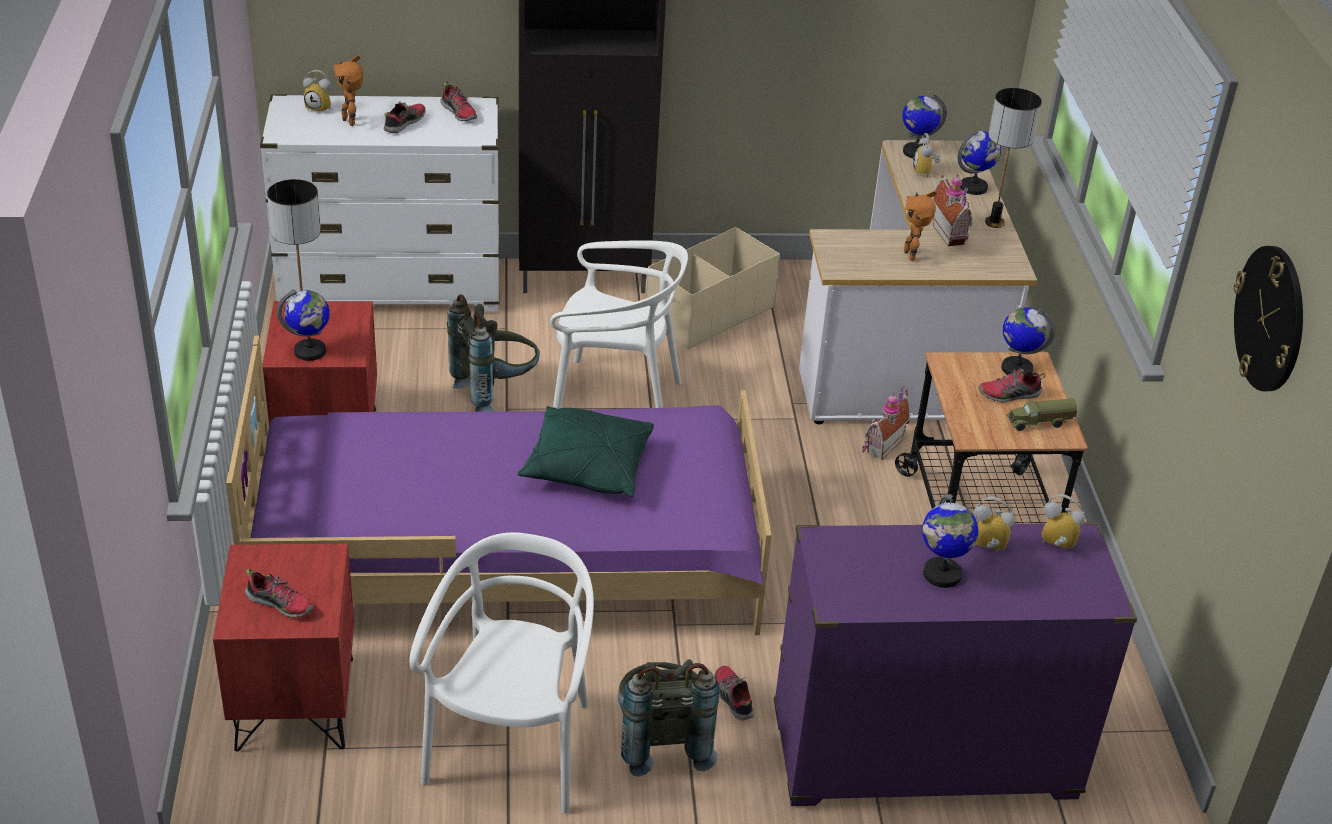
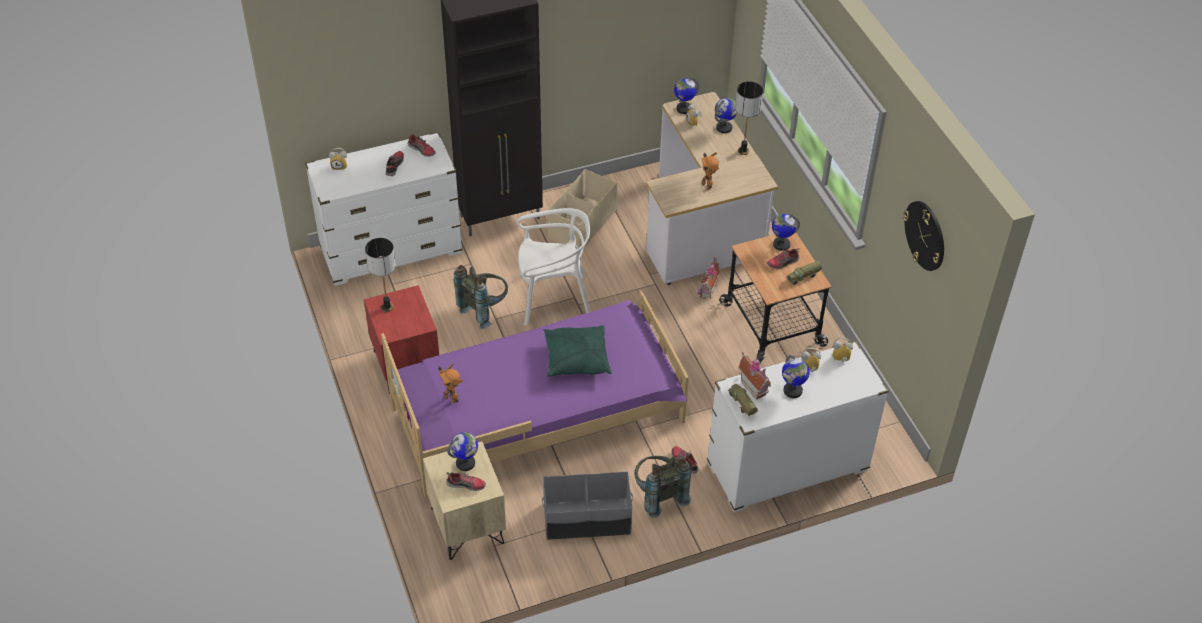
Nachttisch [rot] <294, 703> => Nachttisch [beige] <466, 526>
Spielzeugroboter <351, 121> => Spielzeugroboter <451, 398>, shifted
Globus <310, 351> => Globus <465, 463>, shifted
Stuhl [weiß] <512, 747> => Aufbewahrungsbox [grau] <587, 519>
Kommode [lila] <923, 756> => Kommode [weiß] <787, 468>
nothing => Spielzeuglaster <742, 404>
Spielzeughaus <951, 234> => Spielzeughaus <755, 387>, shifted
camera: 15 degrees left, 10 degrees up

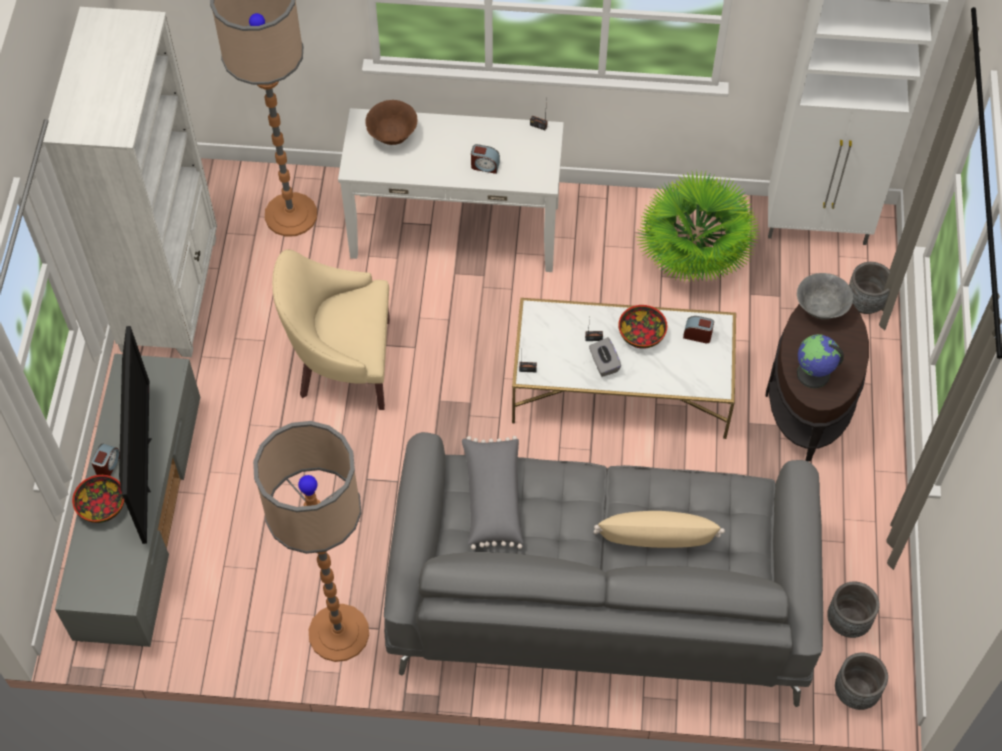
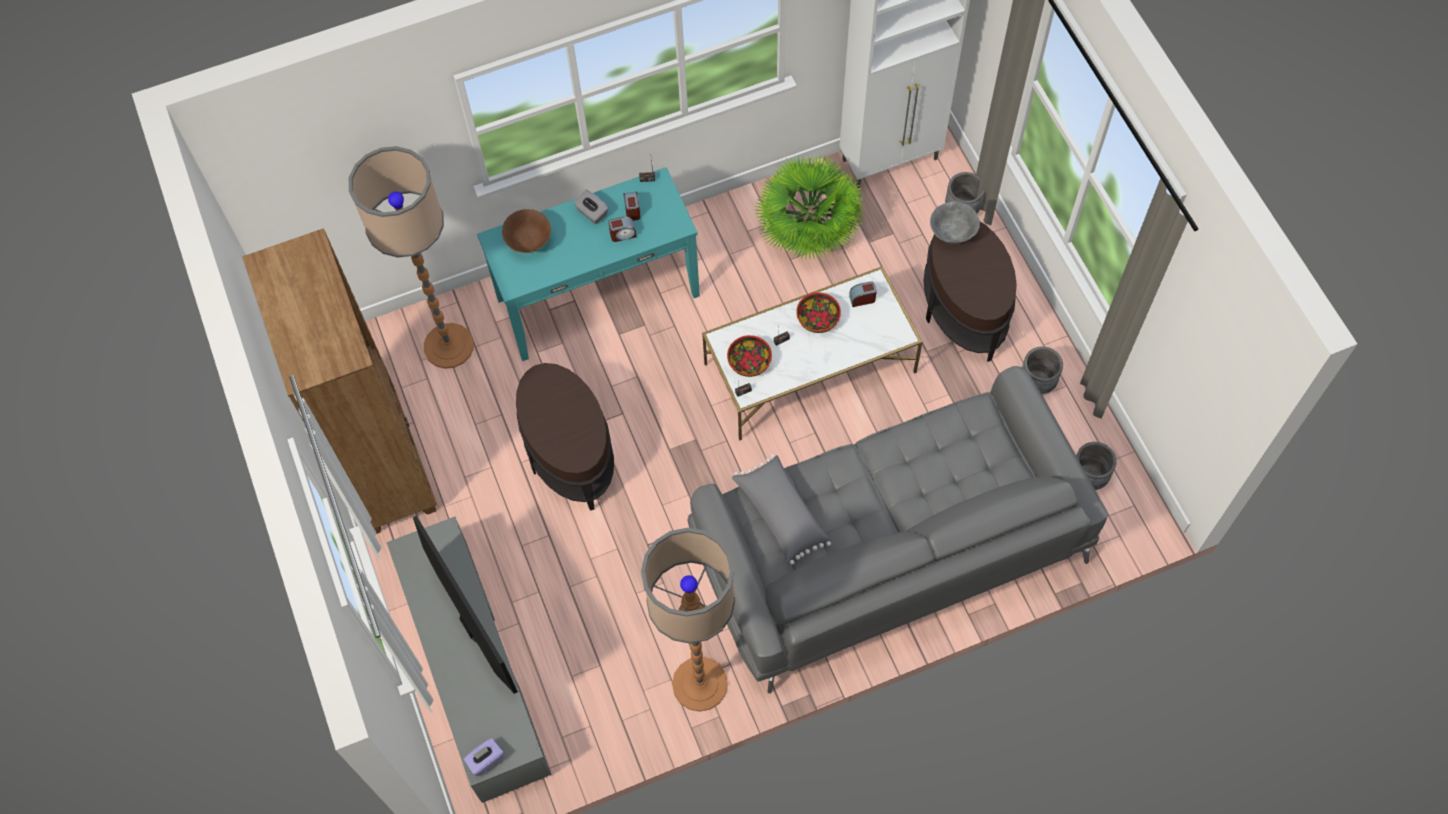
Bücherregal [weiß] <171, 293> => Bücherregal [braun] <384, 463>
nothing => Taschentuchbox [lila] <485, 760>
Konsolentisch [weiß] <455, 230> => Konsolentisch [türkis] <598, 296>
Sessel [beige] <343, 363> => Beistelltisch [braun] <570, 455>
Taschentuchbox [grau] <604, 363> => Taschentuchbox [grau] <592, 213>, shifted
Wecker <108, 464> => Wecker <632, 210>, shifted
Schüssel <103, 506> => Schüssel <750, 362>, shifted
Pflanzkübel [grau] <855, 692> => Pflanzkübel [grau] <1037, 382>, shifted
Kissen [beige] <656, 539> => nothing
Globus <813, 374> => nothing
camera: 25 degrees left, 5 degrees up

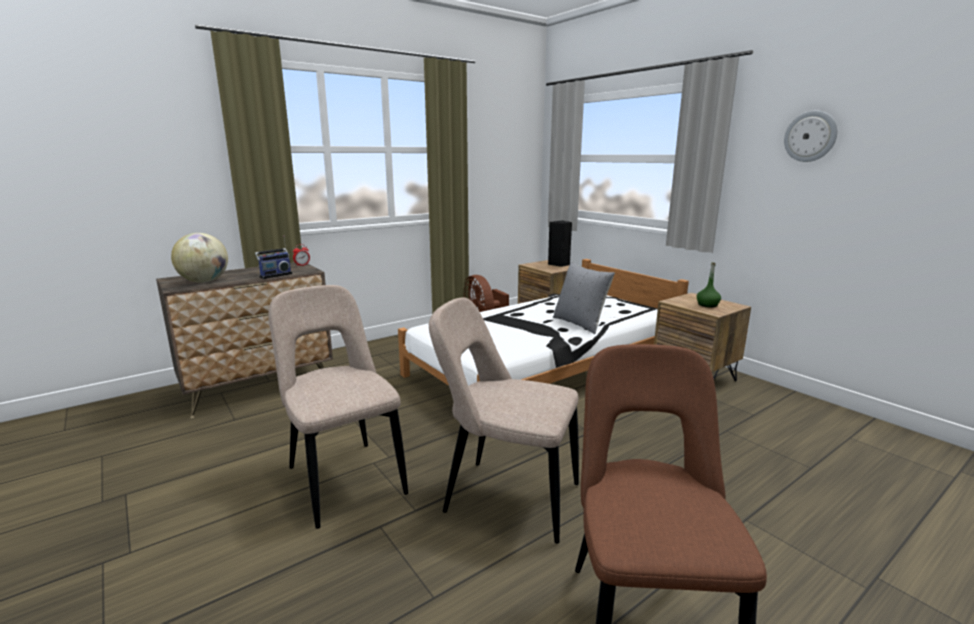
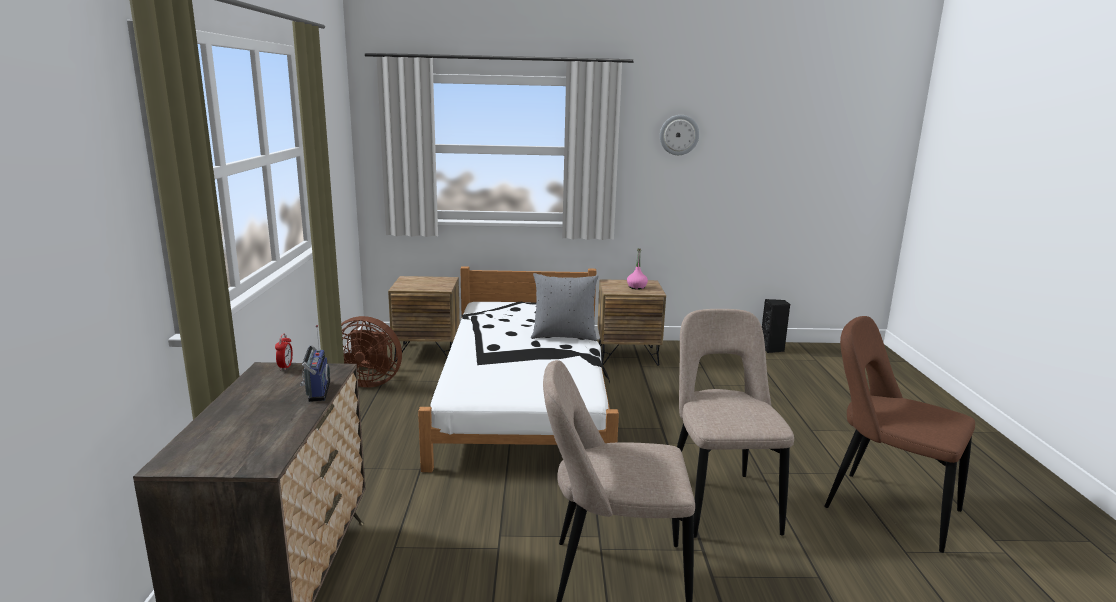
Flasche [grün] <707, 305> => Flasche [rosa] <636, 287>
Stuhl [beige] <505, 497> => Stuhl [beige] <720, 500>, 120 degrees clockwise
Lautsprecher [schwarz] <559, 264> => Lautsprecher [schwarz] <772, 349>, shifted
Globus <204, 281> => nothing
camera: 55 degrees left, 0 degrees up

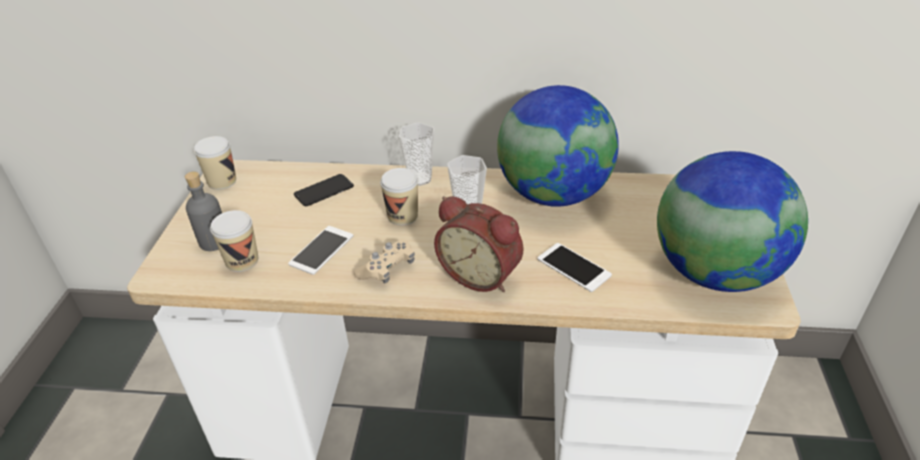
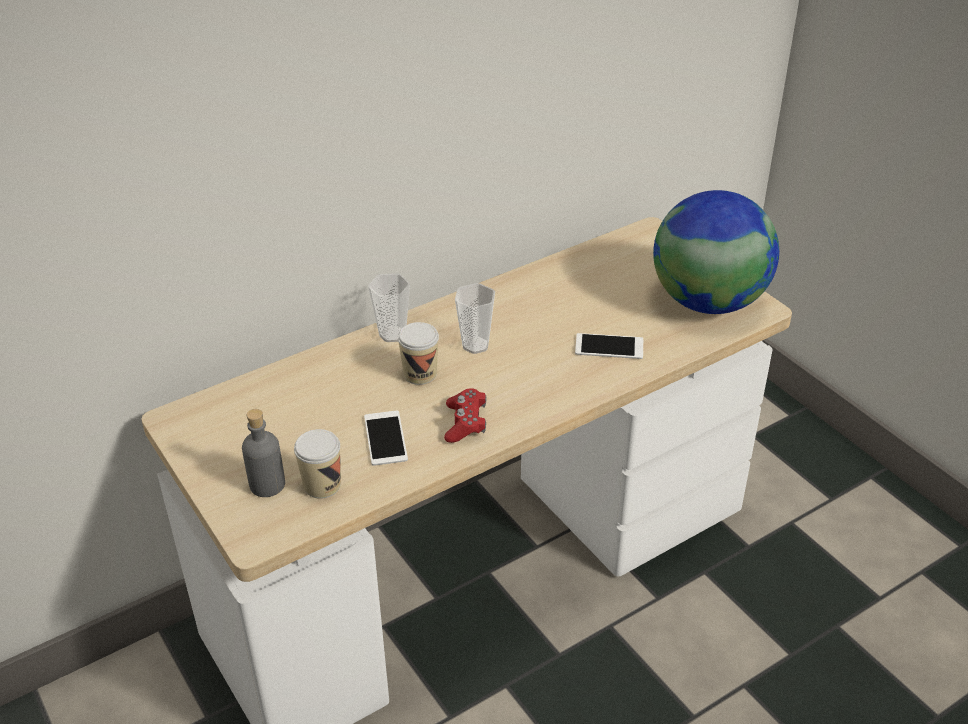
Gamepad [beige] <387, 269> => Gamepad [rot] <465, 423>
Tasse <222, 181> => nothing
Handy <324, 191> => nothing
Wecker <481, 274> => nothing
Globus <553, 194> => nothing
camera: 40 degrees left, 0 degrees up

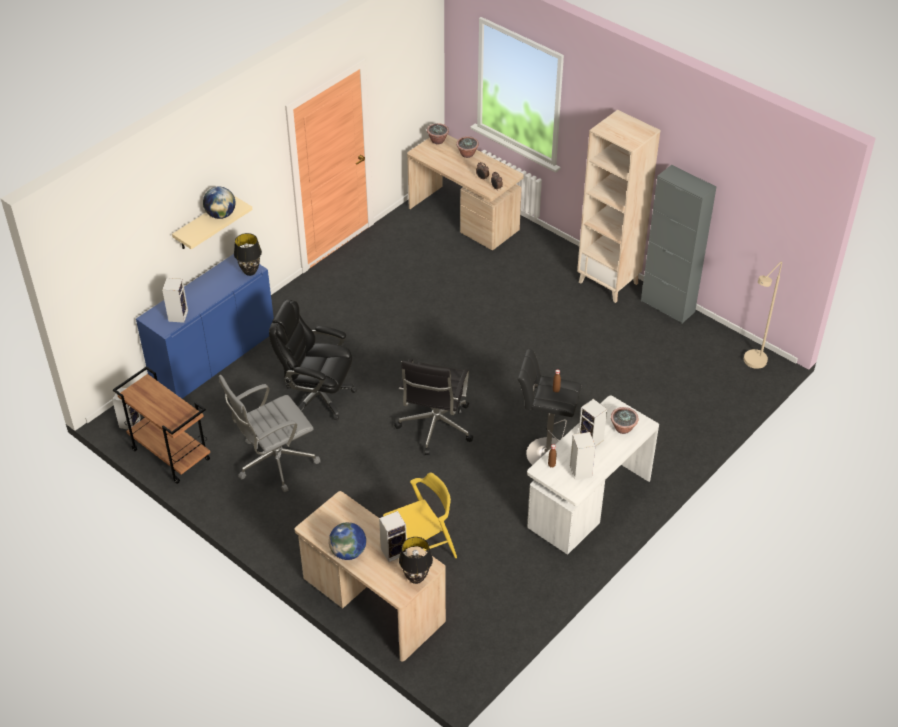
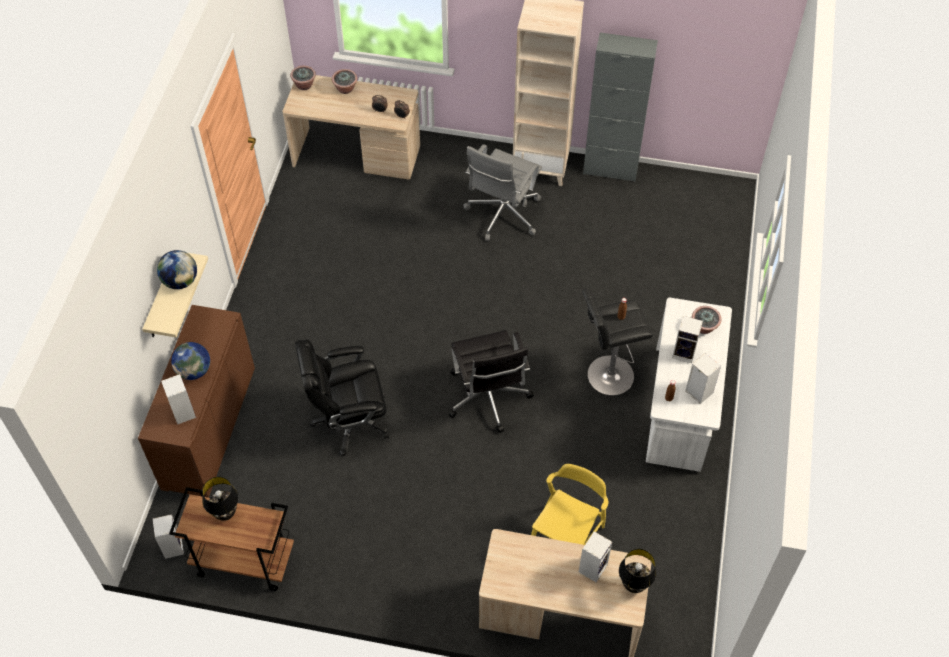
Schrank [blau] <213, 357> => Schrank [braun] <209, 427>
Globus <348, 552> => Globus <194, 371>, shifted
Tischlampe [schwarz] <250, 272> => Tischlampe [schwarz] <225, 514>, shifted
Bürostuhl [grau] <274, 462> => Bürostuhl [grau] <502, 215>, shifted
Stehlampe [beige] <752, 364> => nothing
camera: 30 degrees left, 10 degrees up

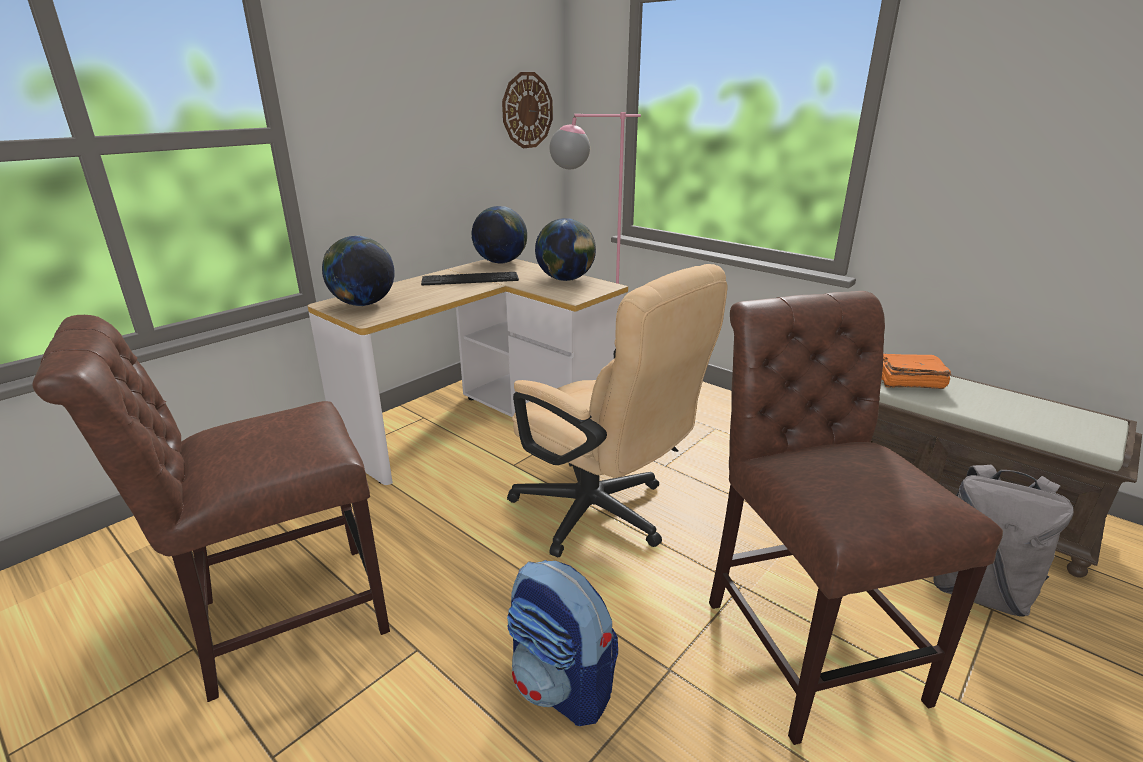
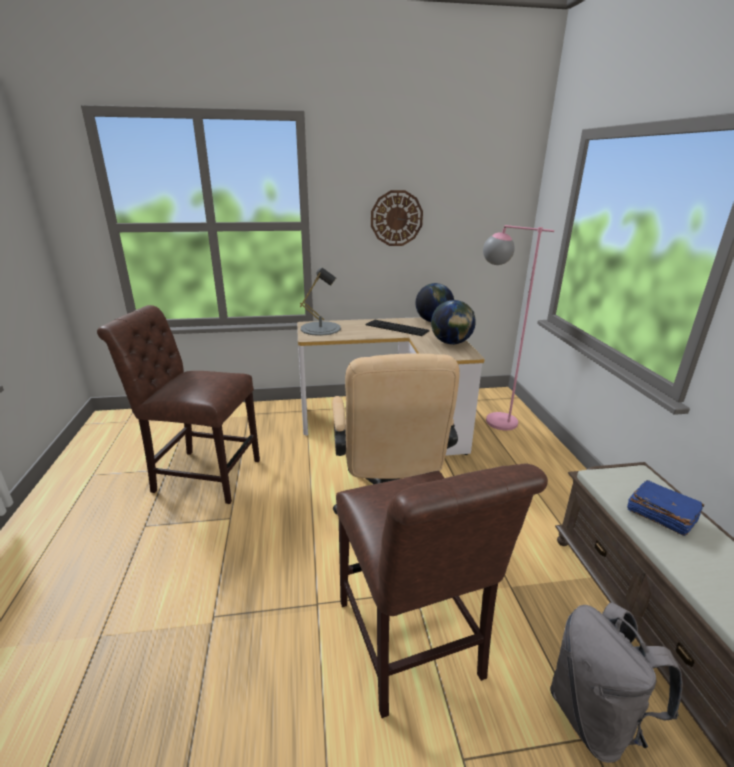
Globus <363, 304> => Tischlampe [grau] <320, 328>
Stuhl [braun] <804, 639> => Stuhl [braun] <411, 646>, 135 degrees clockwise
Wanduhr <527, 110> => Wanduhr <396, 218>, shifted
Buch [orange] <907, 381> => Buch [blau] <660, 515>
Rucksack <562, 686> => nothing
camera: 40 degrees right, 0 degrees up

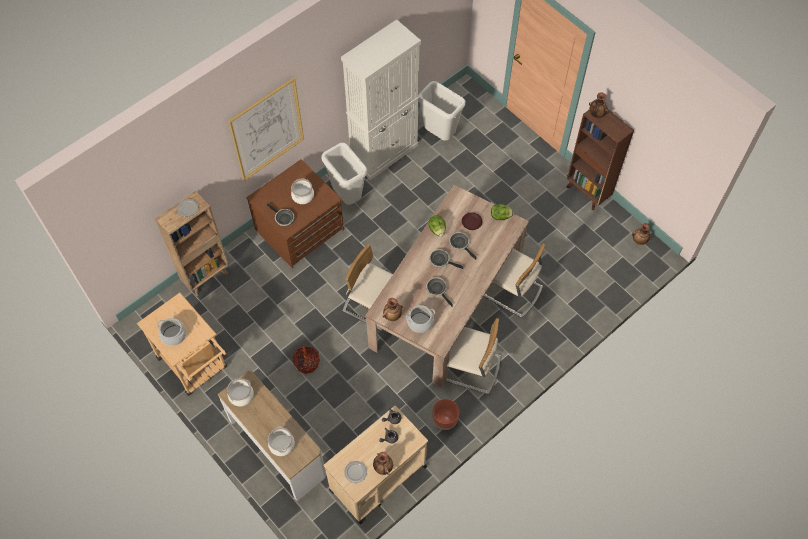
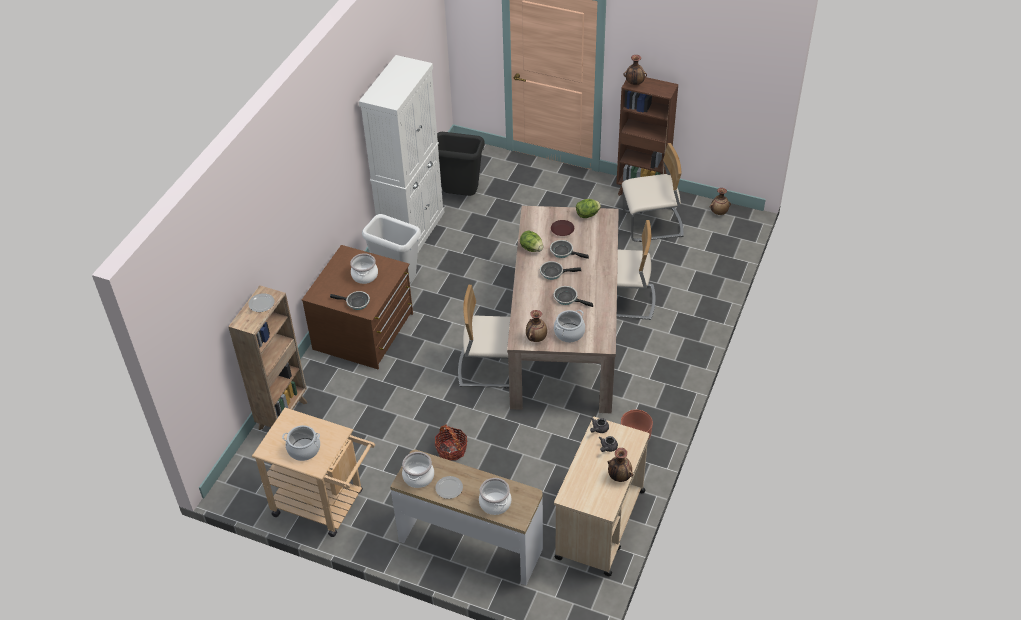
Teller <355, 472> => Teller <448, 488>, shifted
Mülleimer [weiß] <440, 134> => Mülleimer [schwarz] <461, 195>
Stuhl [beige] <470, 368> => Stuhl [beige] <652, 225>, shifted
Bild <267, 129> => nothing
camera: 25 degrees left, 15 degrees down

